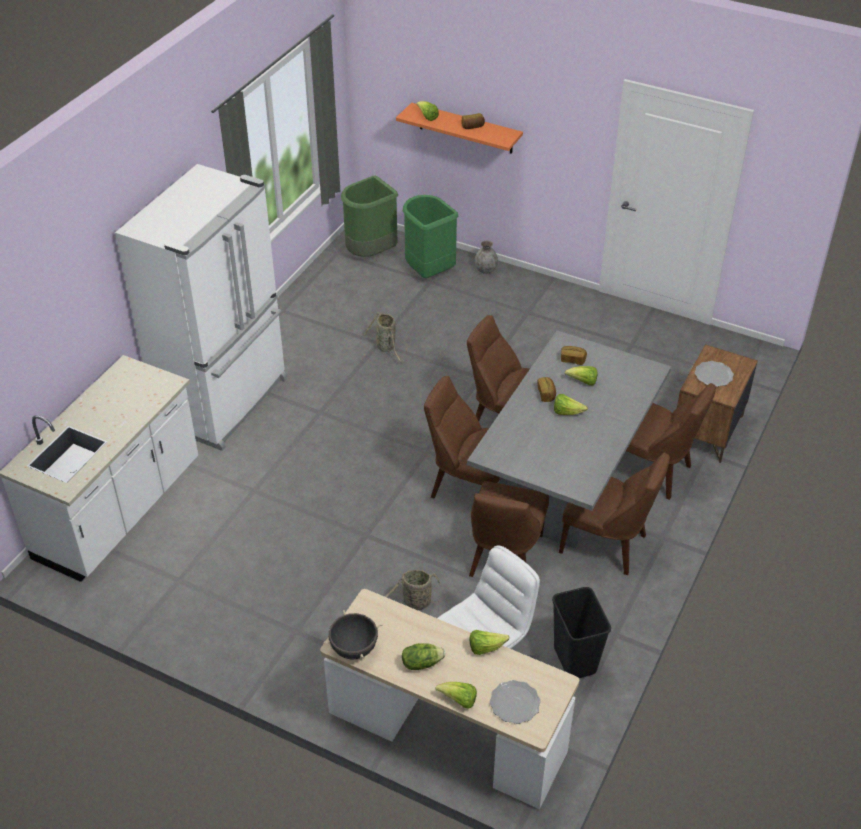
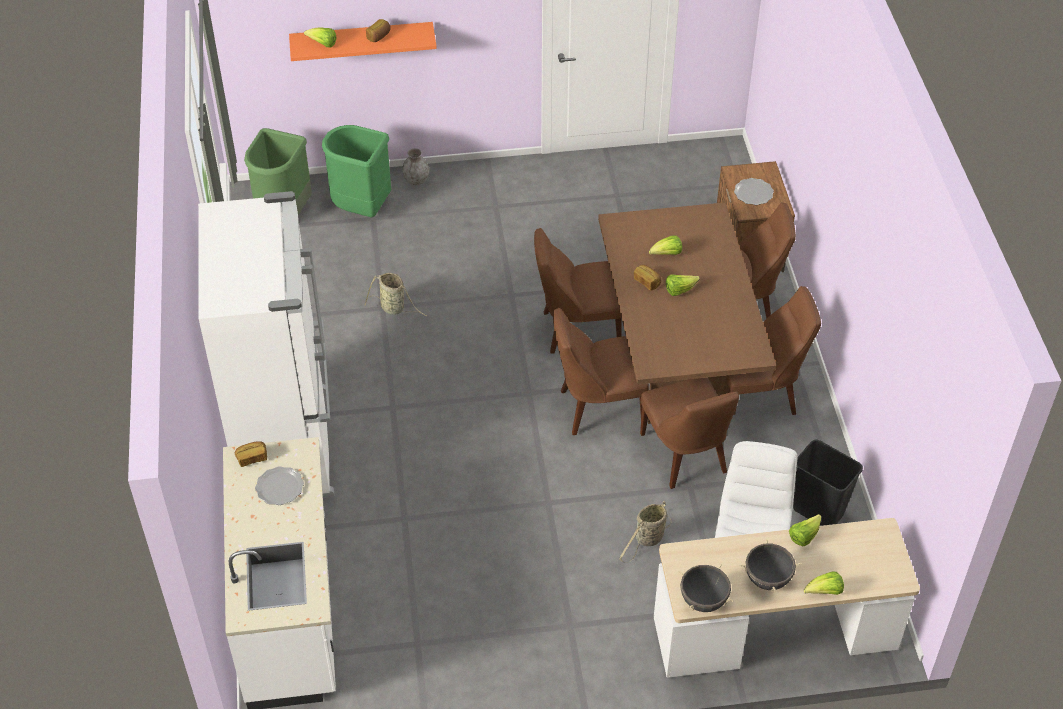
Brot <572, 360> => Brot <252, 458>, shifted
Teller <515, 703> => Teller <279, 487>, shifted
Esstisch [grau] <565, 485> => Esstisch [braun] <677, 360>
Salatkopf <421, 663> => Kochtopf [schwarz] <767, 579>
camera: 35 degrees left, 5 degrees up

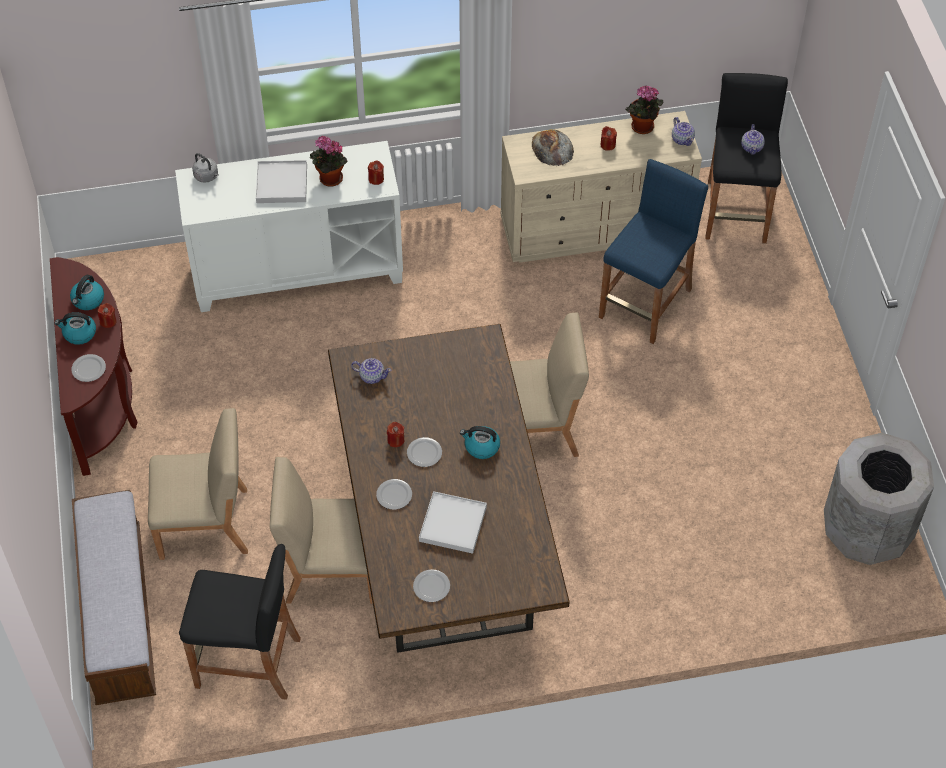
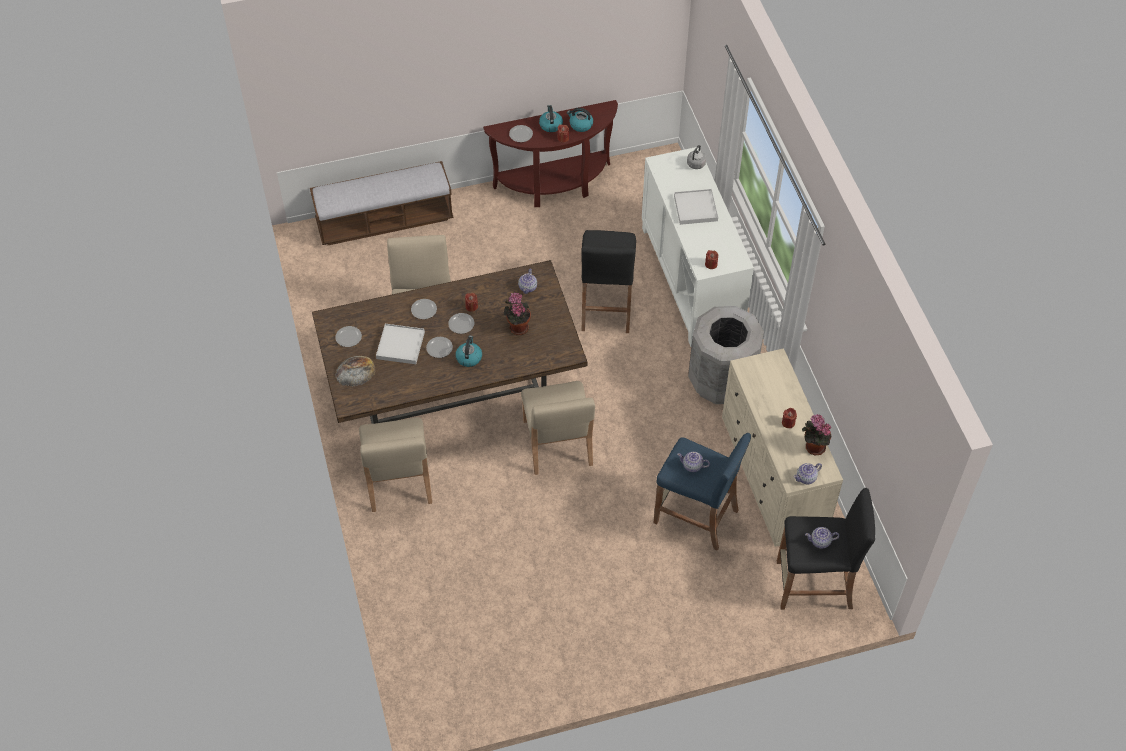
Brot <552, 148> => Brot <355, 371>, shifted
Stuhl [beige] <205, 524> => Stuhl [beige] <398, 480>, shifted
nothing => Teller <440, 348>
Topfpflanze <329, 179> => Topfpflanze <517, 327>, shifted
Hocker [schwarz] <247, 663> => Hocker [schwarz] <606, 306>, shifted
nothing => Teekanne <692, 466>
Mülleimer [grau] <866, 530> => Mülleimer [grau] <722, 381>, shifted
camera: 85 degrees right, 0 degrees up

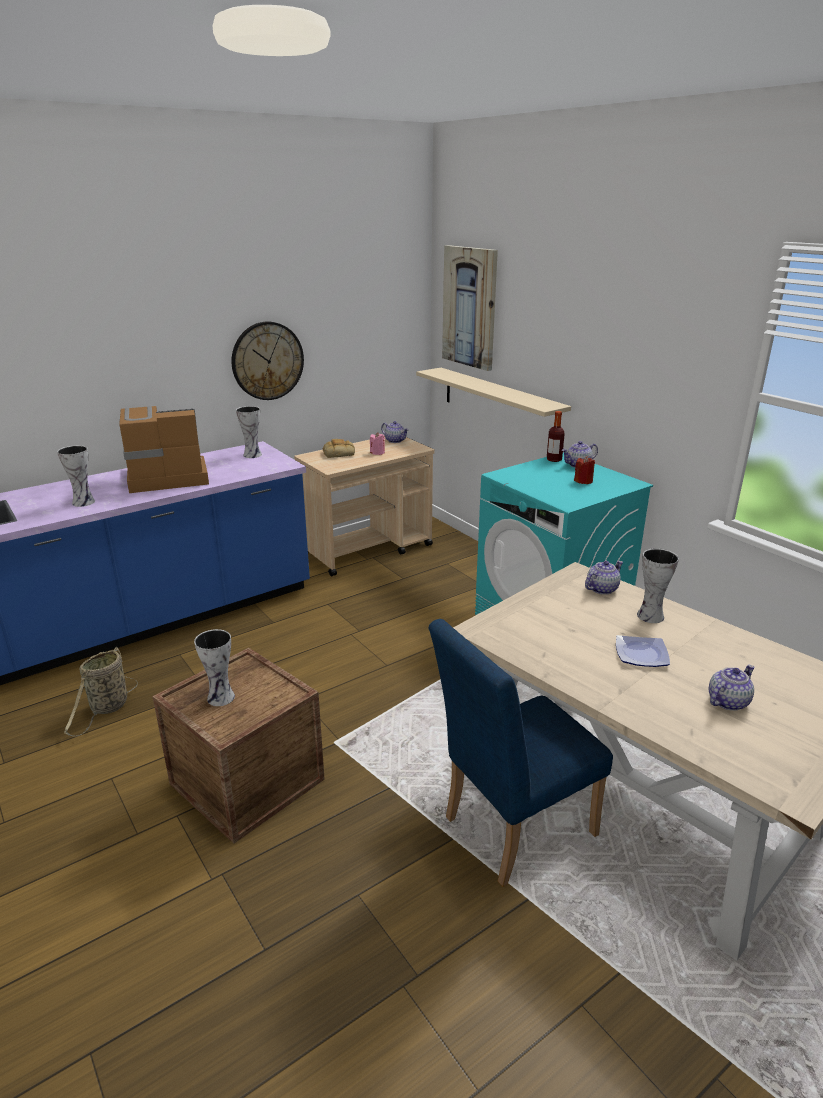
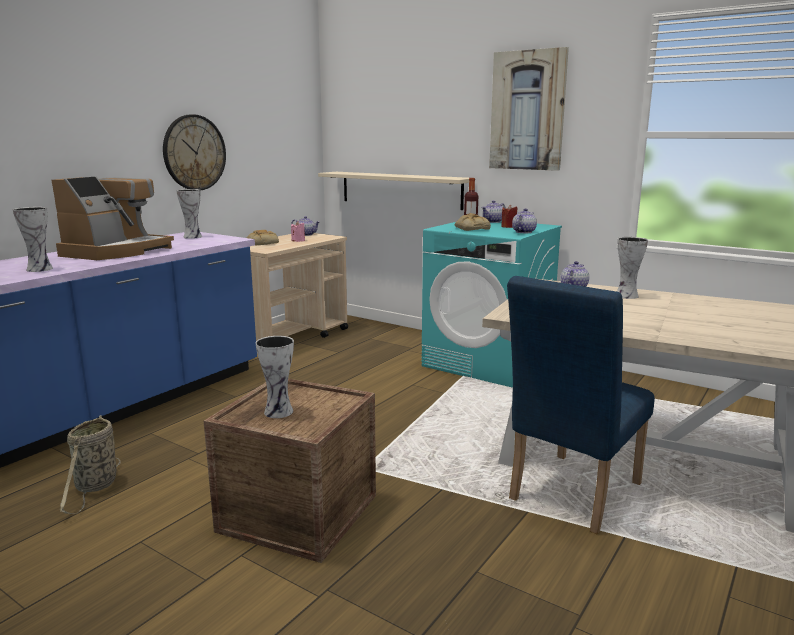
Kaffeemaschine <166, 477> => Kaffeemaschine <117, 251>, 150 degrees clockwise
nothing => Brot <471, 228>
Bild <470, 307> => Bild <527, 111>, shifted
Teekanne <727, 701> => Teekanne <523, 232>, shifted
Teller <640, 655> => nothing
camera: 20 degrees left, 10 degrees down

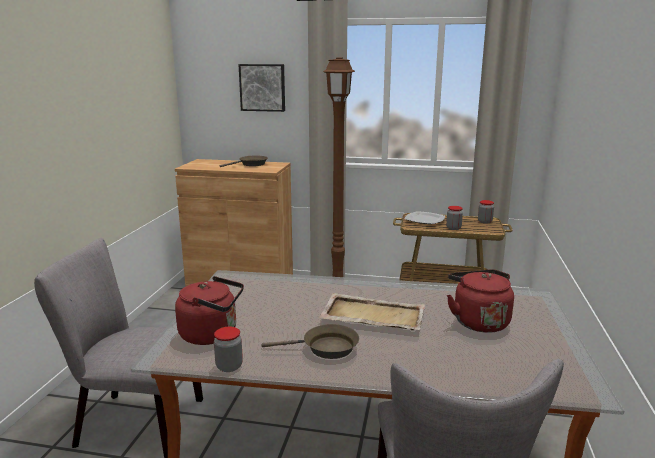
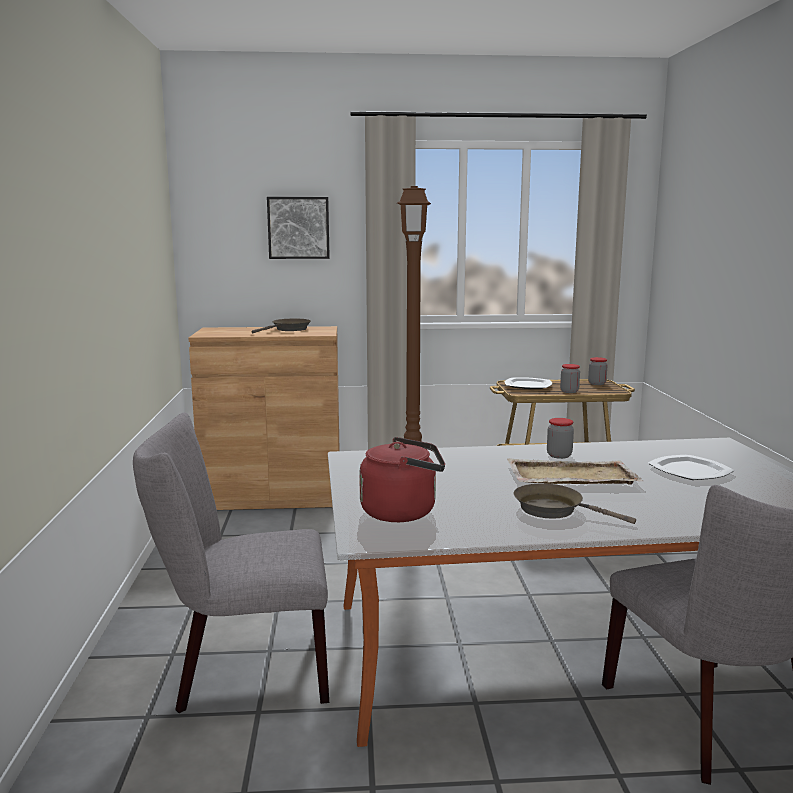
Pfanne [braun] <325, 348> => Pfanne [braun] <554, 510>, 135 degrees counterclockwise
Vorratsglas <229, 366> => Vorratsglas <559, 455>, shifted
Wasserkessel [rot] <478, 321> => Teller <689, 470>
camera: 15 degrees left, 5 degrees down

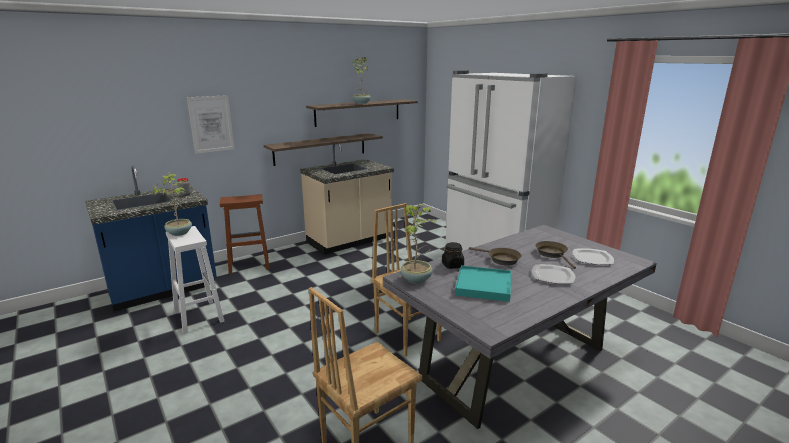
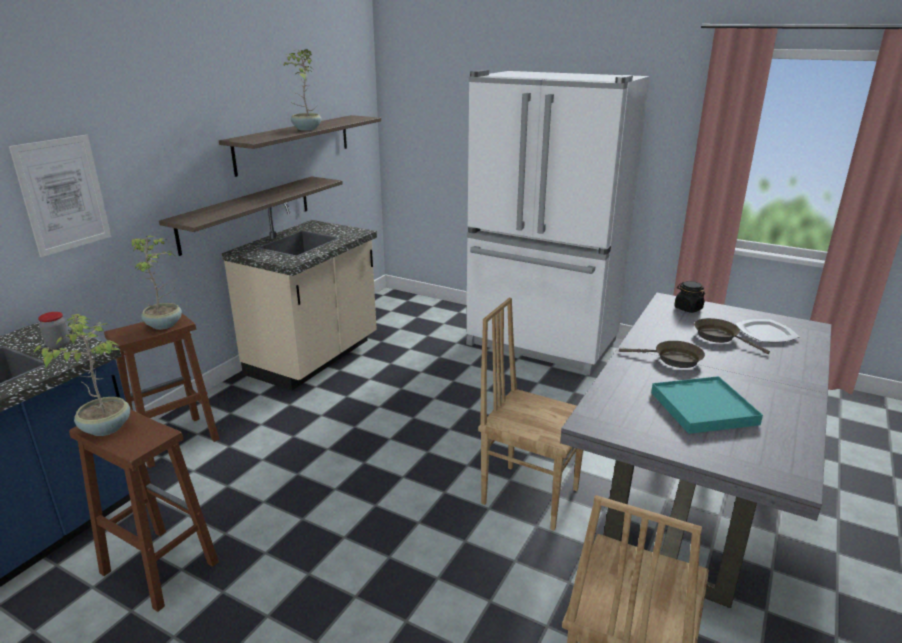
Hocker [weiß] <198, 316> => Hocker [braun] <158, 567>
Topfpflanze <417, 279> => Topfpflanze <165, 324>, shifted
Vorratsglas [schwarz] <452, 265> => Vorratsglas [schwarz] <688, 308>, shifted
Teller <553, 275> => nothing
camera: 25 degrees left, 5 degrees up

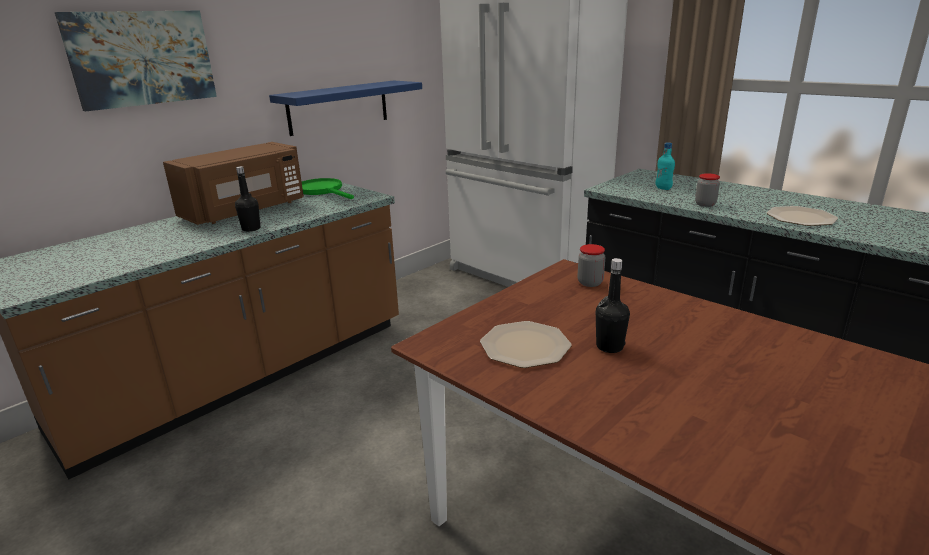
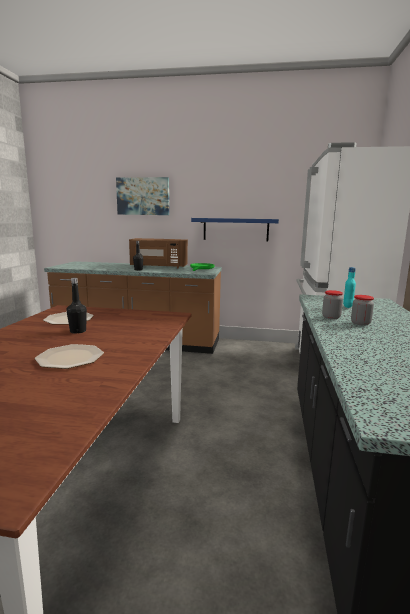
Teller <800, 217> => Teller <71, 357>, shifted
Vorratsglas <590, 282> => Vorratsglas <360, 323>, shifted
camera: 55 degrees right, 10 degrees down

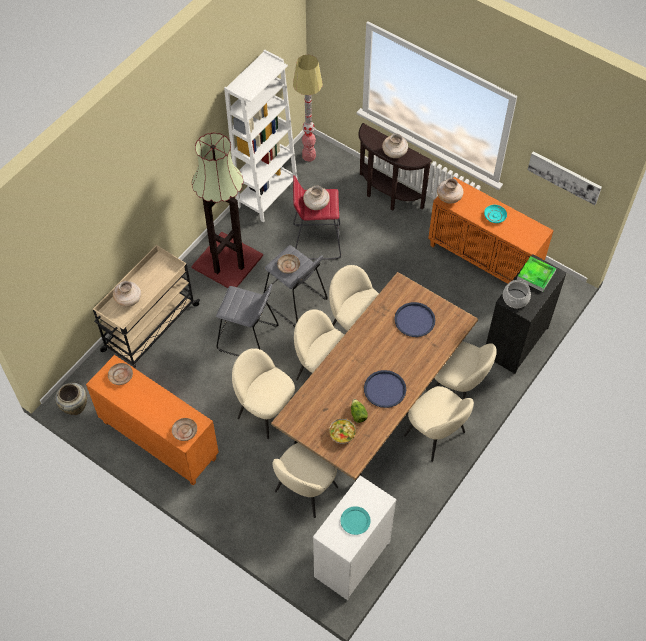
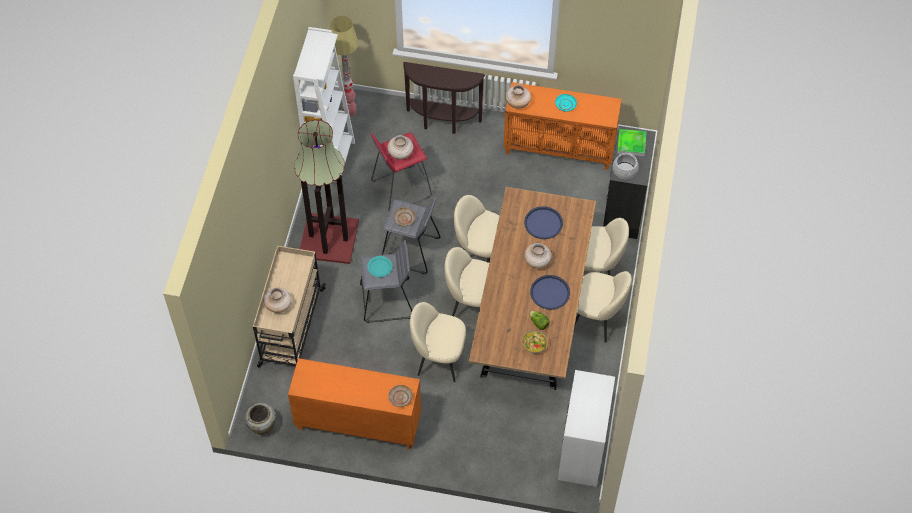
Teller [türkis] <355, 521> => Teller [türkis] <379, 267>, shifted
Vase [beige] <394, 153> => Vase [beige] <537, 261>, shifted
Teller [beige] <121, 376> => nothing
Stuhl [beige] <305, 490> => nothing
Bild <564, 177> => nothing
camera: 25 degrees left, 0 degrees up

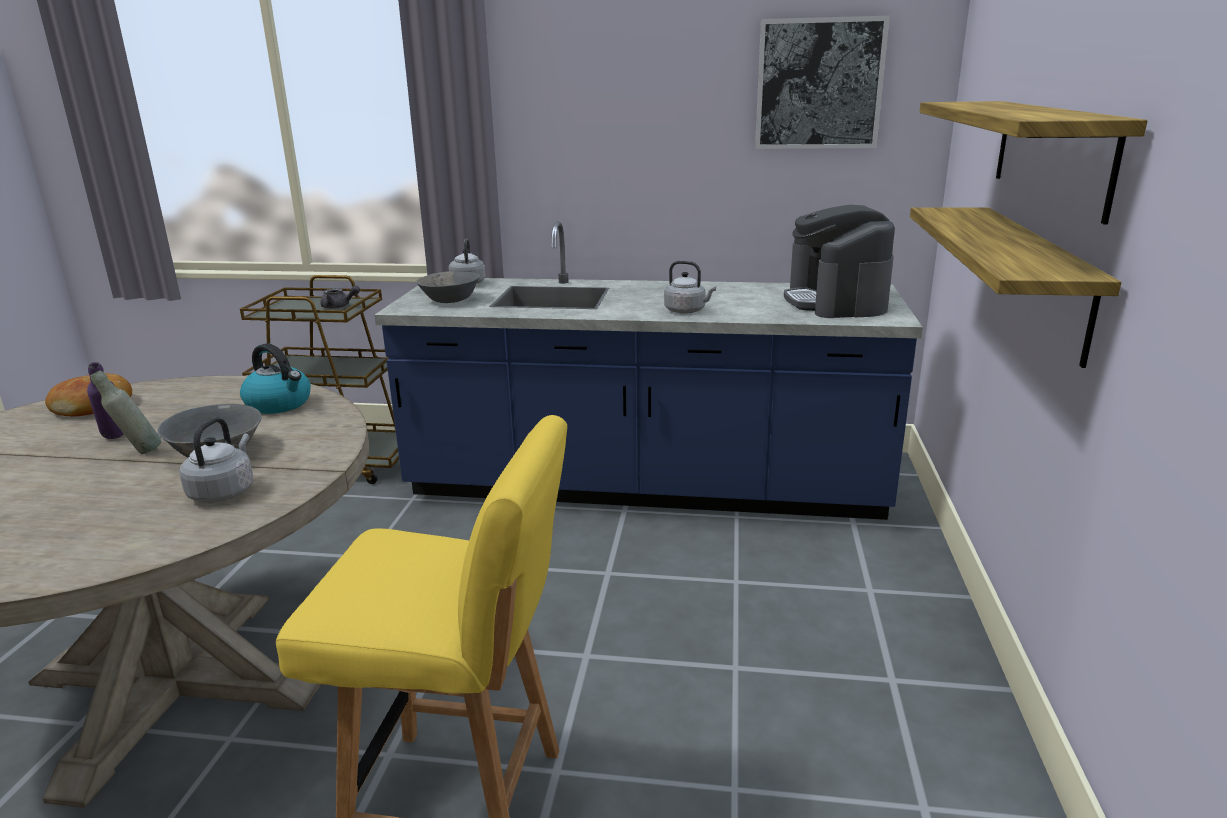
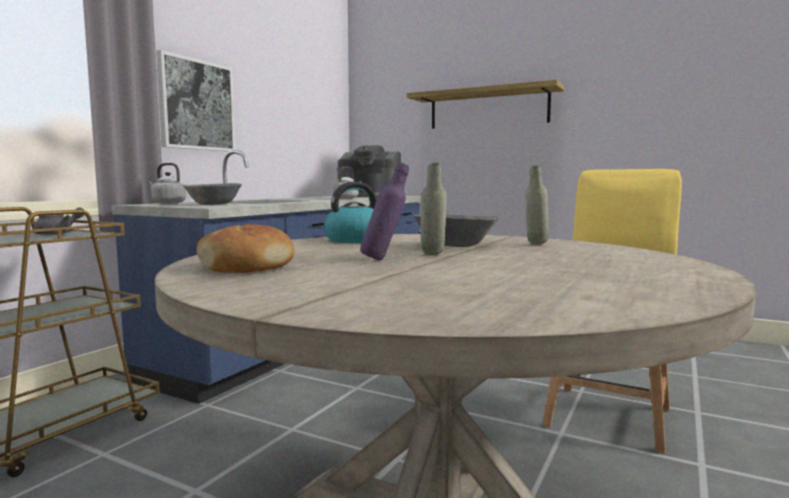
Bild <819, 84> => Bild <196, 105>, shifted
Wasserkessel [grau] <224, 491> => Flasche [grau] <535, 244>
Wandregal <1034, 277> => nothing
camera: 70 degrees left, 15 degrees down

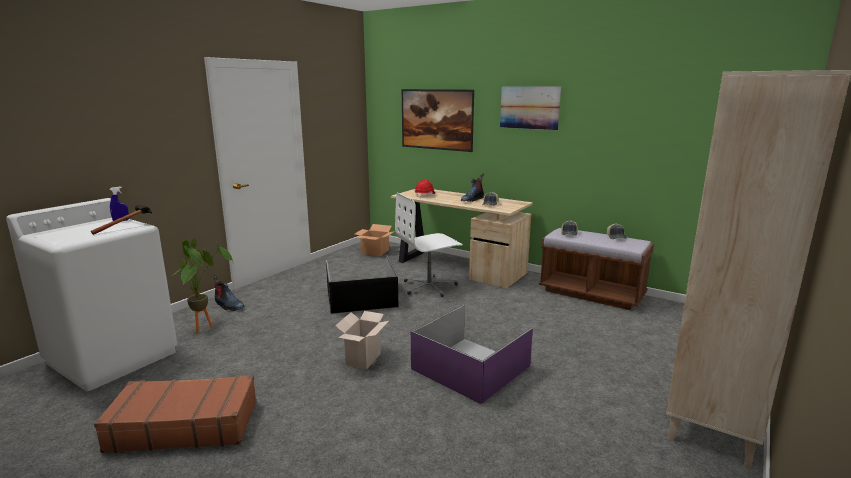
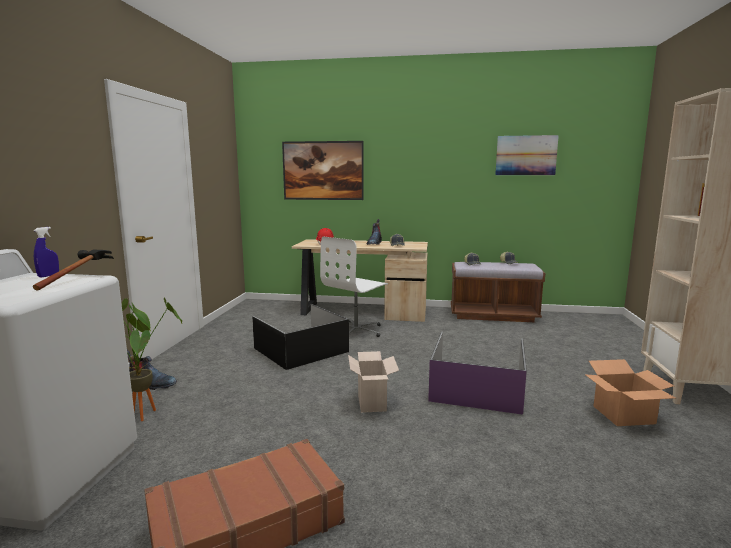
Bild <529, 107> => Bild <526, 155>, shifted
Karton <375, 251> => Karton <624, 414>, shifted
camera: 25 degrees left, 5 degrees down

